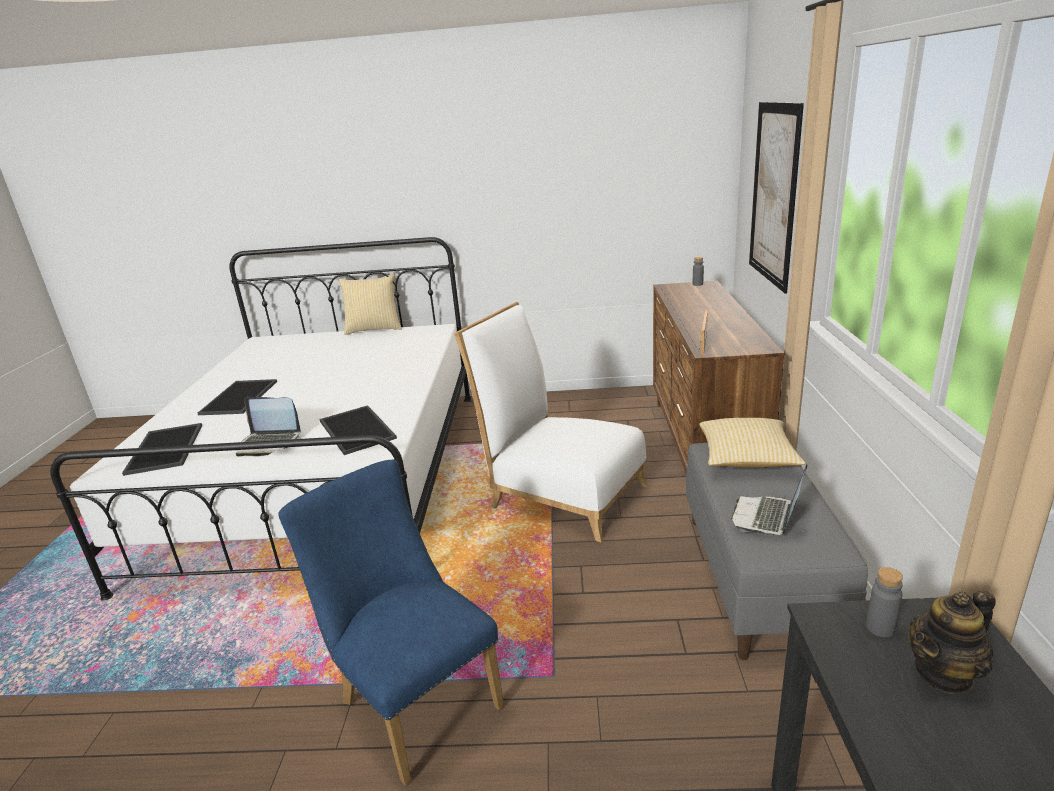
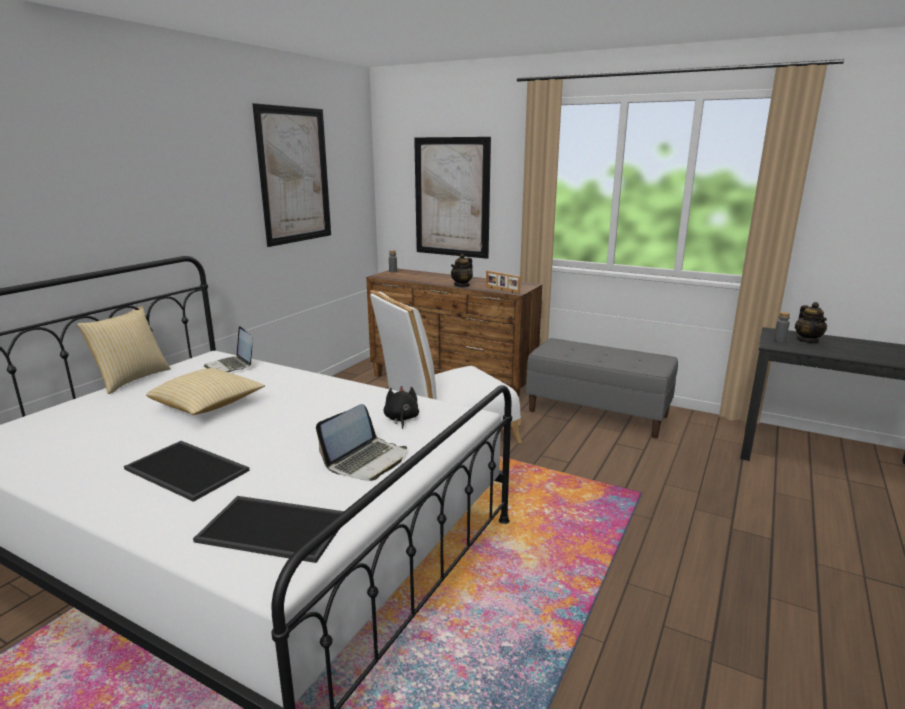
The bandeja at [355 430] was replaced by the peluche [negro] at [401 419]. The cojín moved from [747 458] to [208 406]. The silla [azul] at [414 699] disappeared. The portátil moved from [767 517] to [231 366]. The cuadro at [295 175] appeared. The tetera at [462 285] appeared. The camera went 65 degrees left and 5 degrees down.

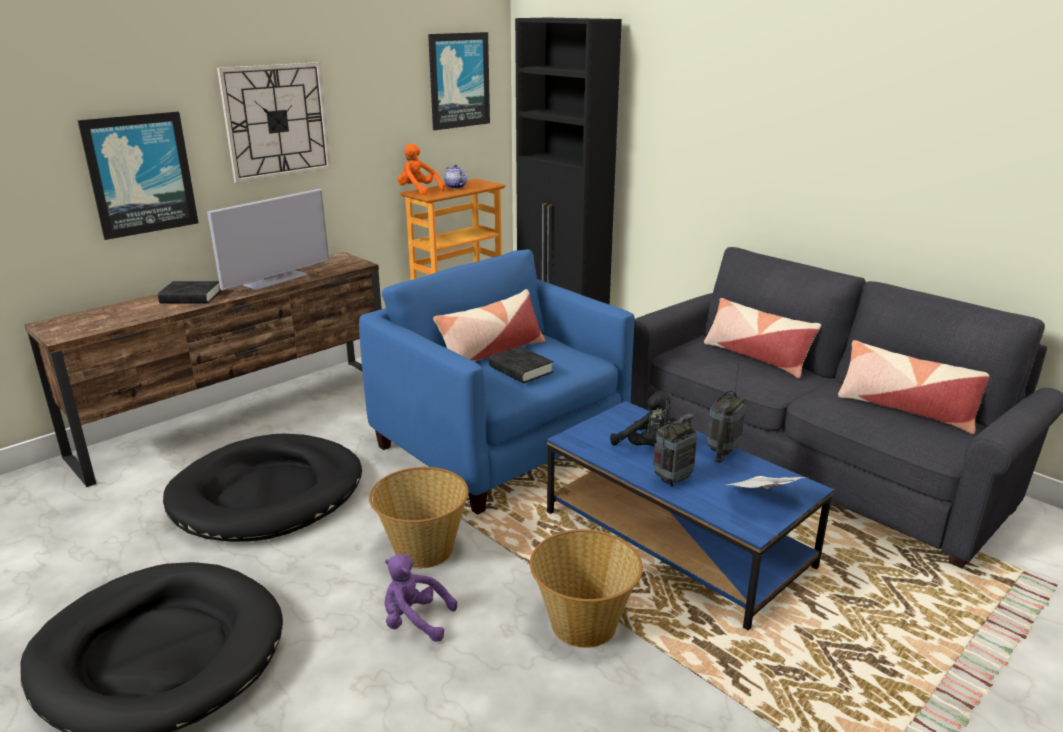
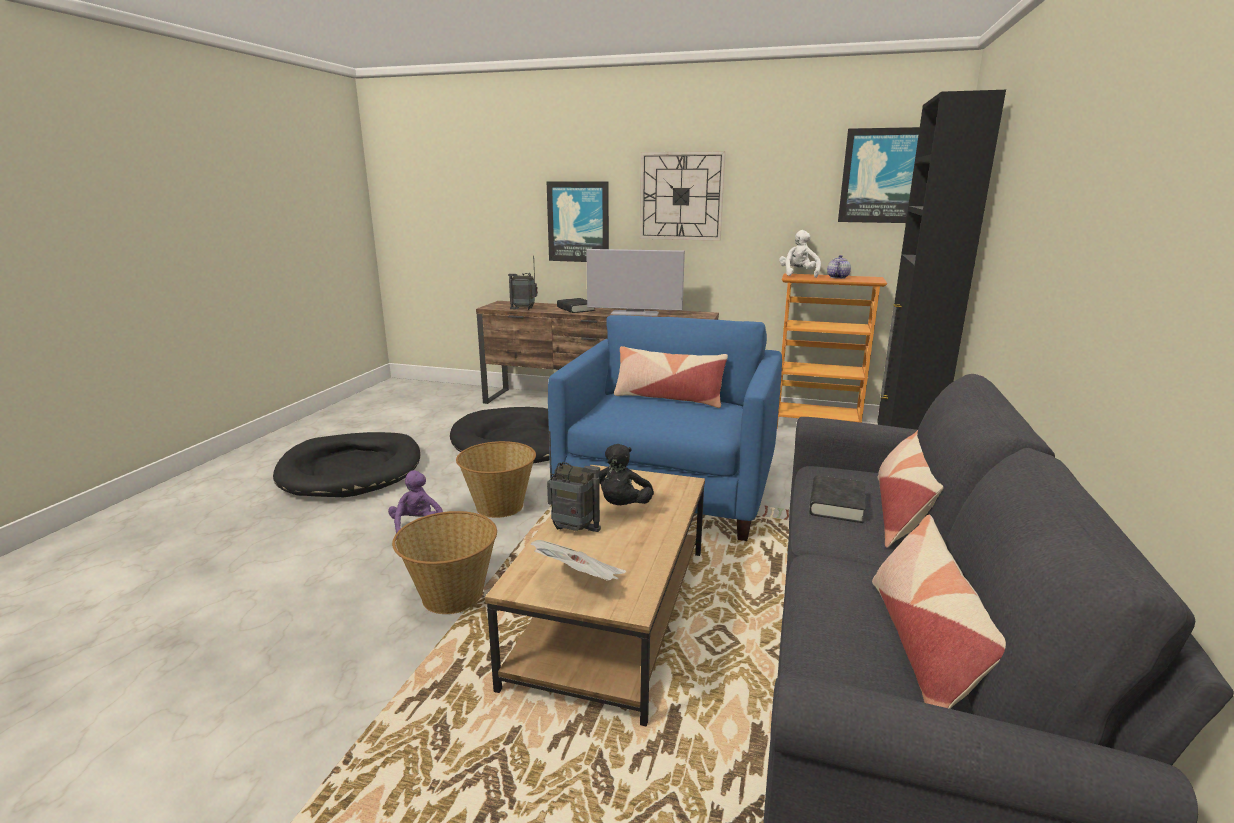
The peluche [naranja] at [418 191] became the peluche [blanco] at [798 275]. The libro [negro] moved from [520 370] to [836 504]. The radio moved from [722 452] to [524 309]. The mesa de centro [azul] at [676 539] became the mesa de centro [marrón] at [614 613]. The camera went 60 degrees right and 5 degrees down.

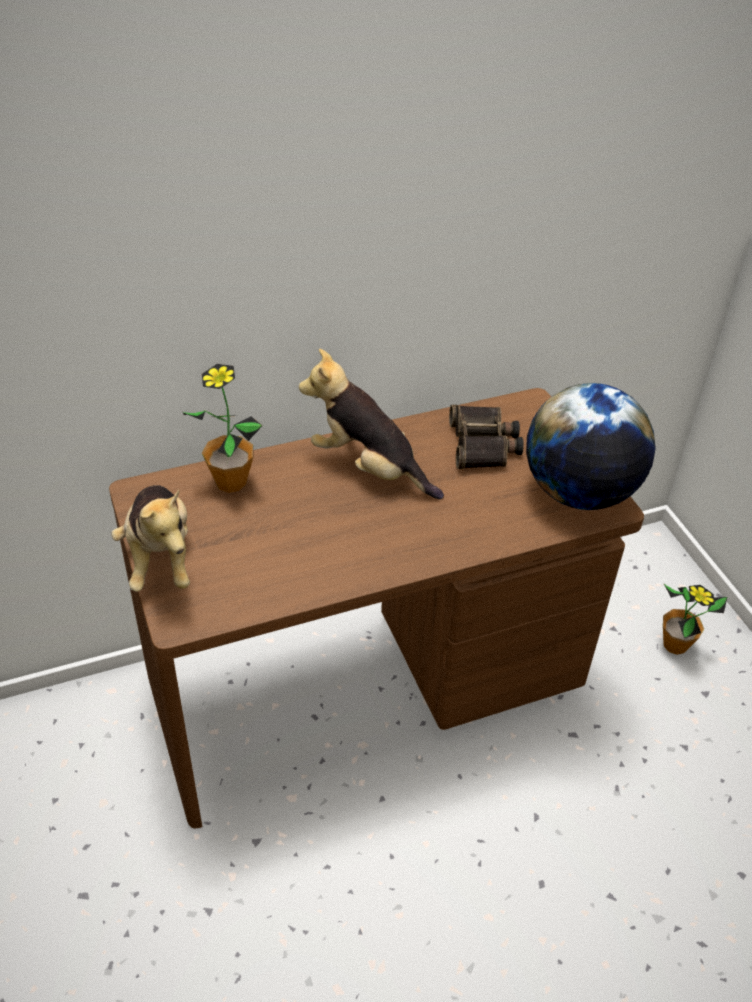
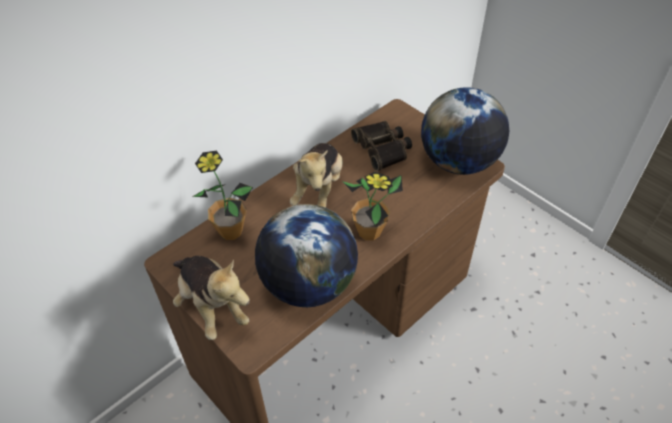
The peluche at [369 468] turned 90 degrees counterclockwise. The planta en maceta moved from [675 645] to [369 232]. The globo terráqueo at [308 284] appeared. The camera went 20 degrees left and 5 degrees up.

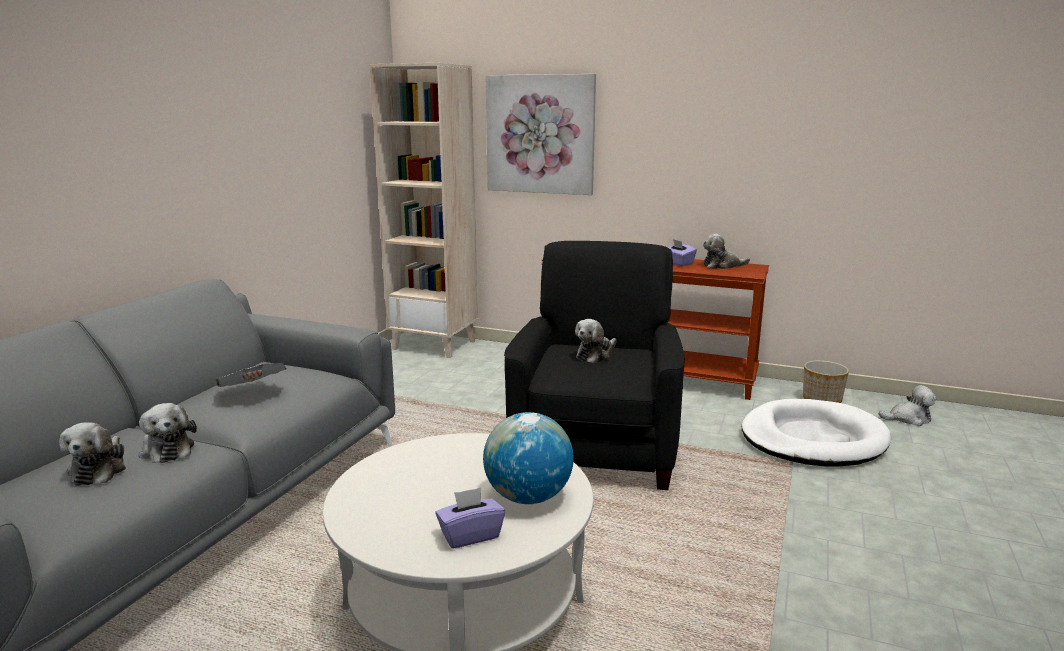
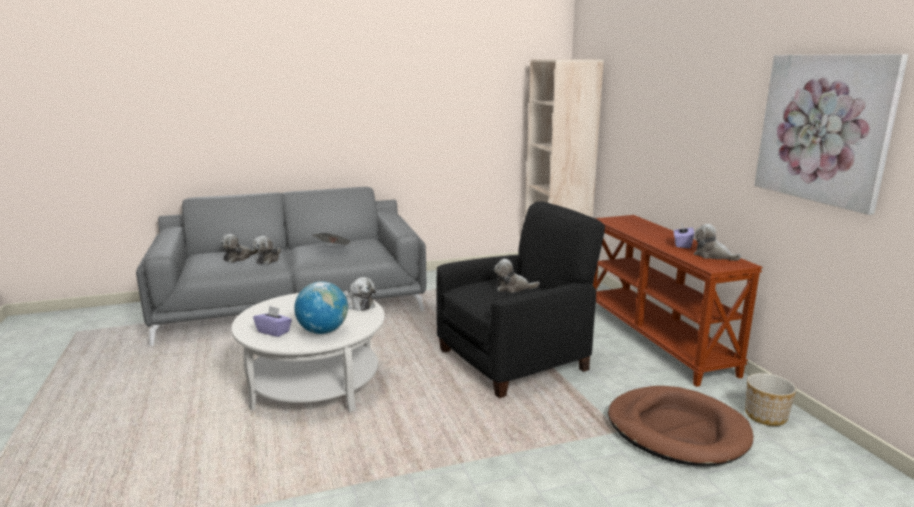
The cuadro moved from [540 134] to [823 129]. The peluche moved from [908 419] to [358 304]. The cama para perro [blanco] at [812 439] became the cama para perro [marrón] at [677 430]. The camera went 50 degrees right and 0 degrees up.

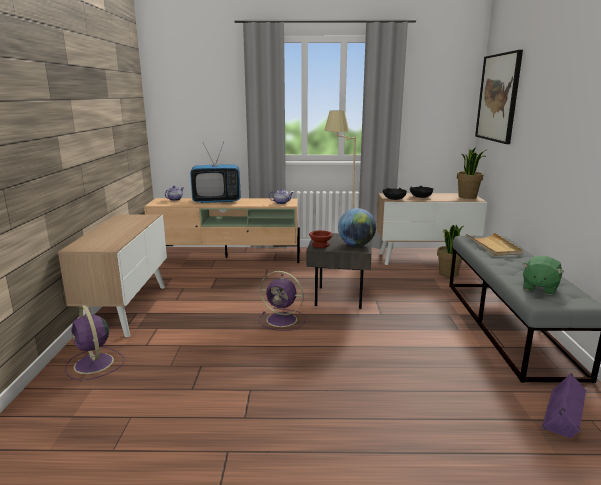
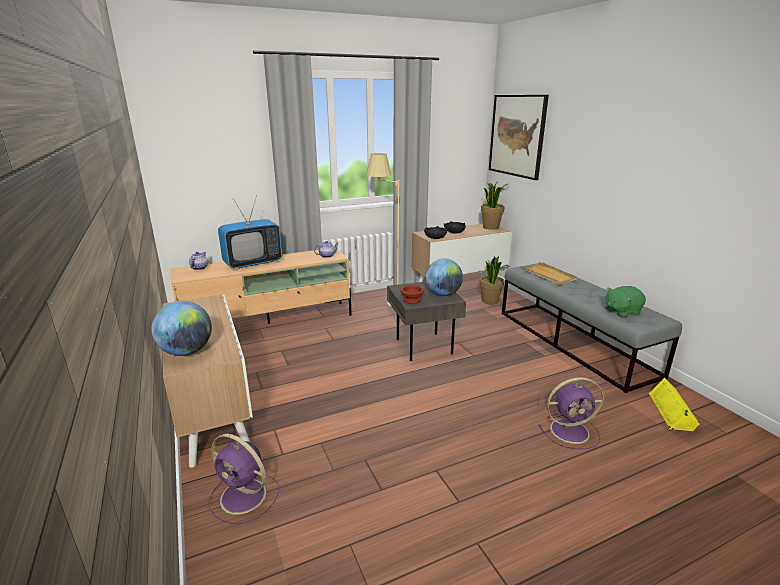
The peluche [verde] at [539 288] turned 60 degrees clockwise. The ventilador [morado] moved from [283 320] to [571 431]. The altavoz [morado] at [565 414] became the altavoz [amarillo] at [672 411]. The globo terráqueo at [187 352] appeared. The camera went 25 degrees left and 5 degrees up.

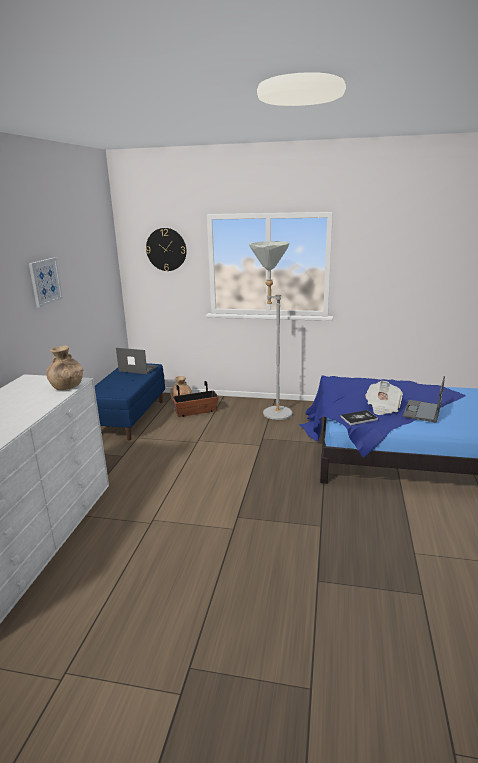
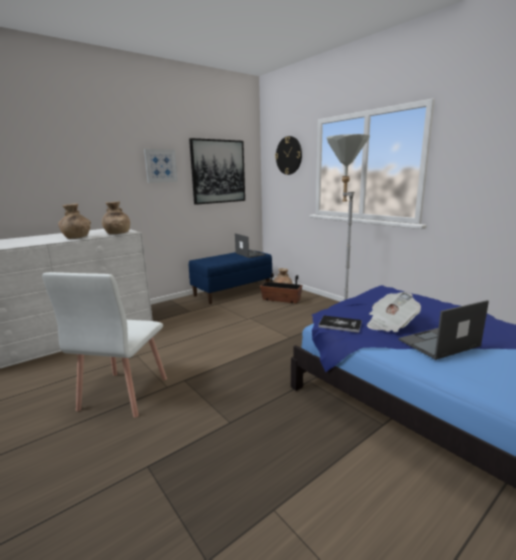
The cuadro at [218 171] appeared. The florero [marrón] at [76 237] appeared. The silla [blanco] at [123 394] appeared. The camera went 40 degrees right and 5 degrees down.

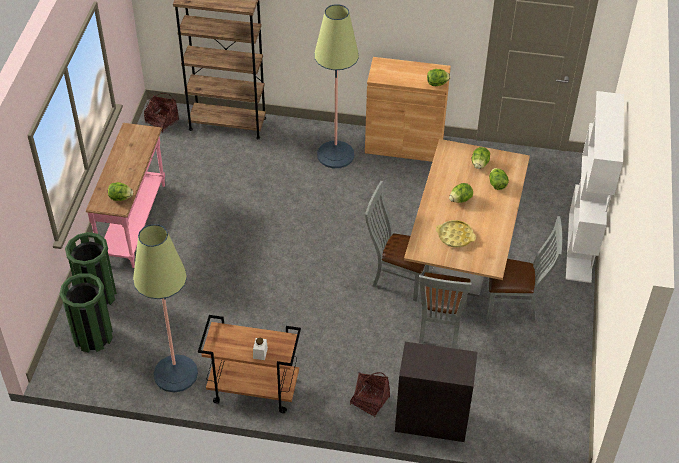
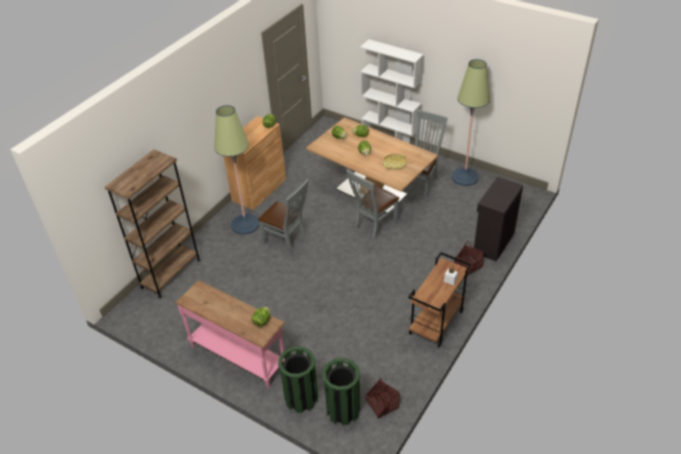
The cesta moved from [161 121] to [382 405]. The lámpara de pie moved from [175 374] to [465 177]. The silla [gris] moved from [440 329] to [287 241]. The camera went 65 degrees left and 5 degrees down.

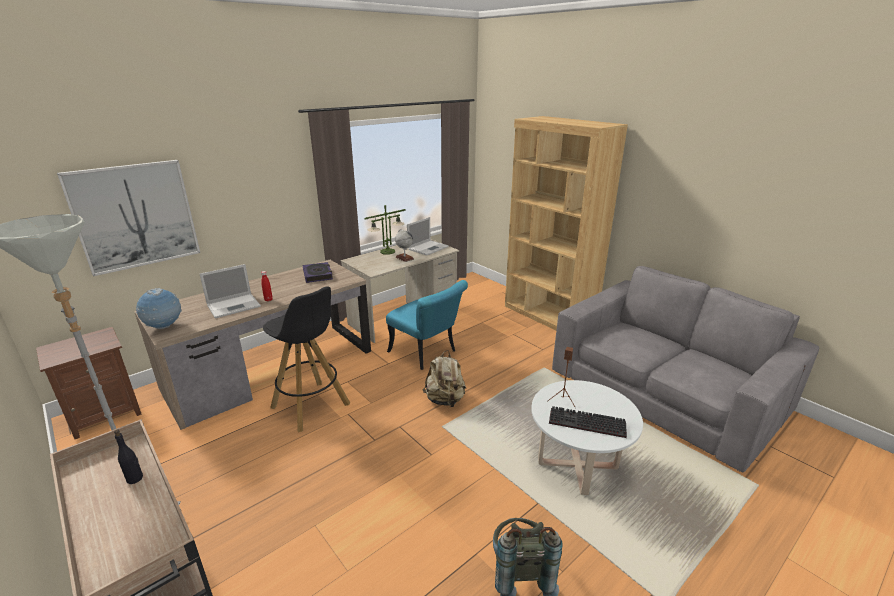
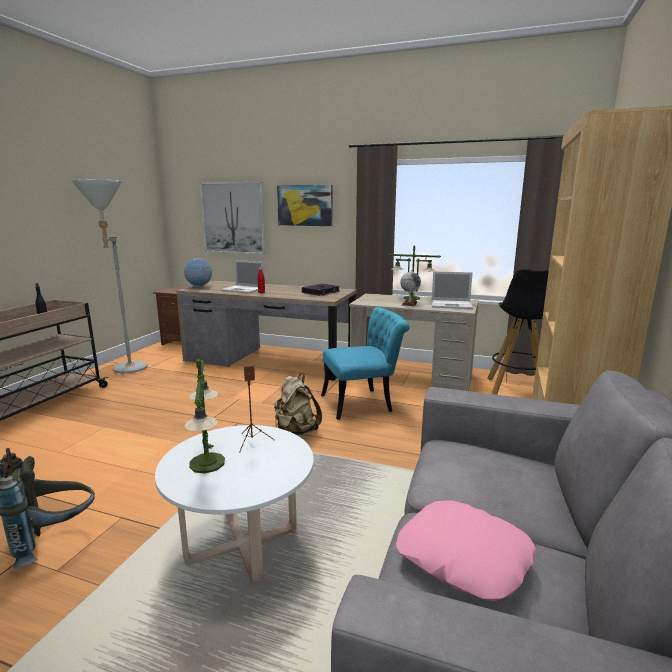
The silla [turquesa] at [427 353] turned 120 degrees counterclockwise. The taburete [negro] moved from [311 406] to [517 390]. The teclado at [585 424] was replaced by the lámpara de mesa at [207 464]. The cuadro at [305 205] appeared. The cojín [rosa] at [463 557] appeared. The camera went 60 degrees right and 10 degrees down.

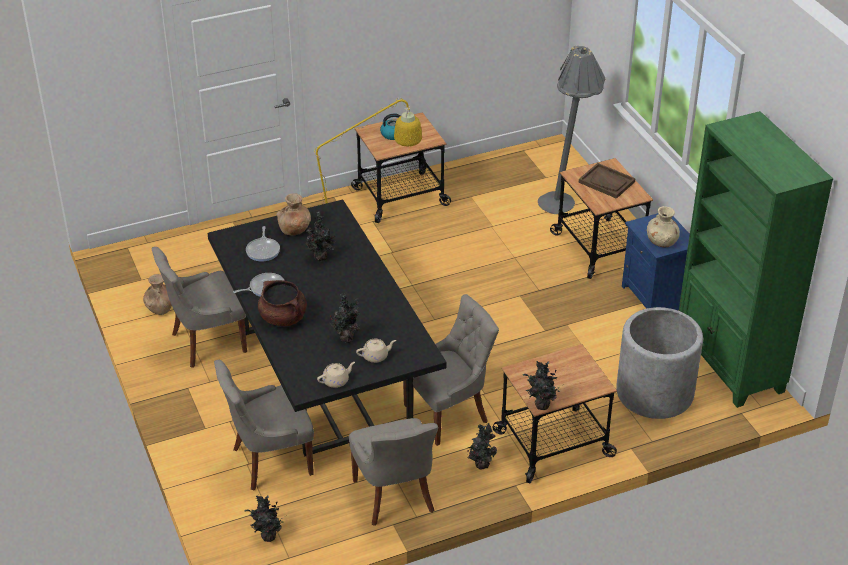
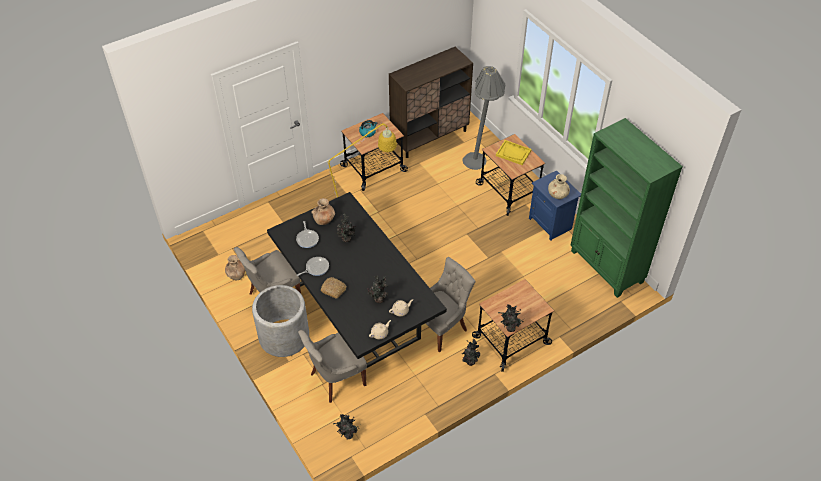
The bandeja [marrón] at [607 182] became the bandeja [amarillo] at [513 153]. The olla [marrón] at [283 318] was replaced by the pan at [334 290]. The maceta [gris] moved from [654 393] to [284 336]. The silla [gris] at [395 497] disappeared. The armario [marrón] at [430 136] appeared. The camera went 10 degrees left and 10 degrees up.

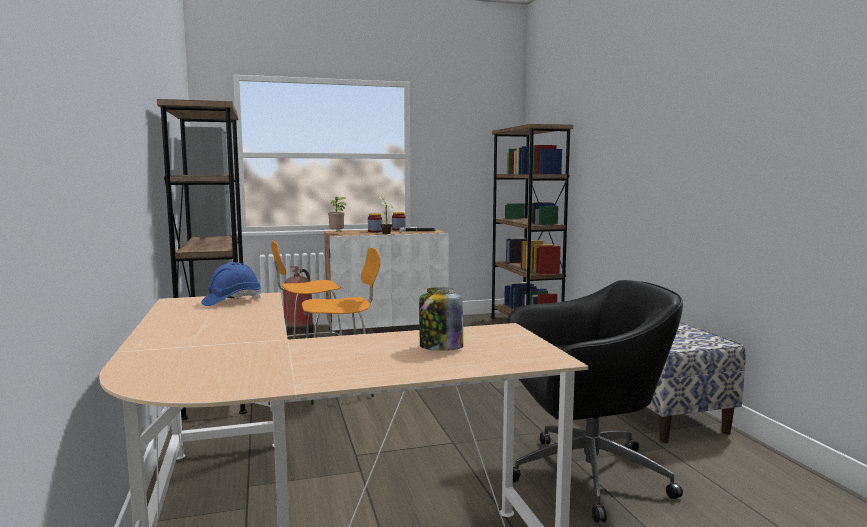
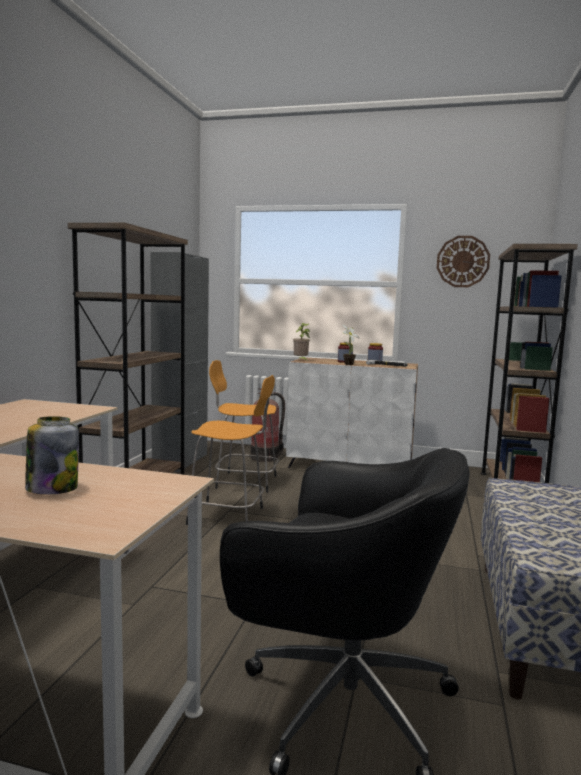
The casco [azul] at [232 301] disappeared. The reloj de pared at [463 261] appeared. The camera went 30 degrees right and 0 degrees up.

